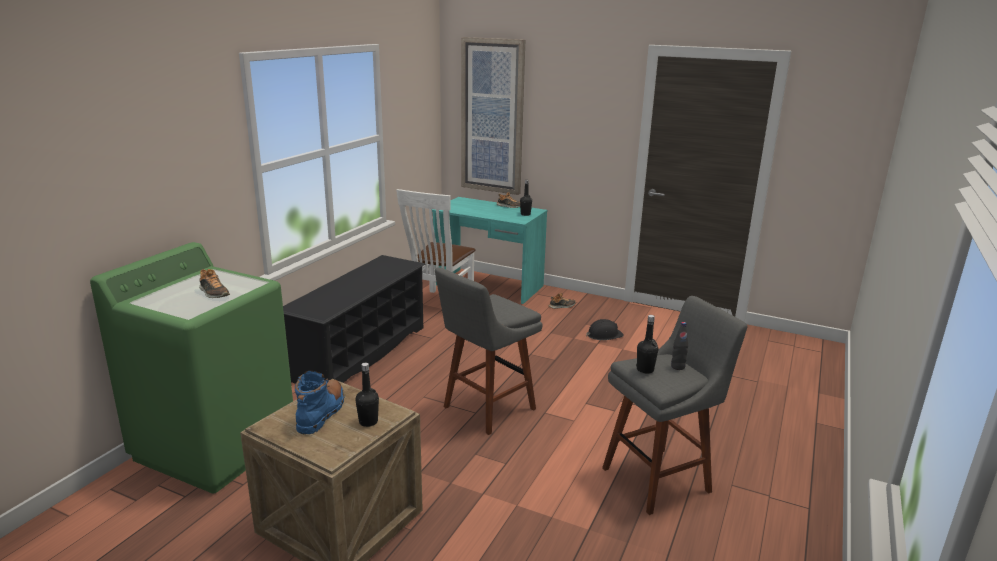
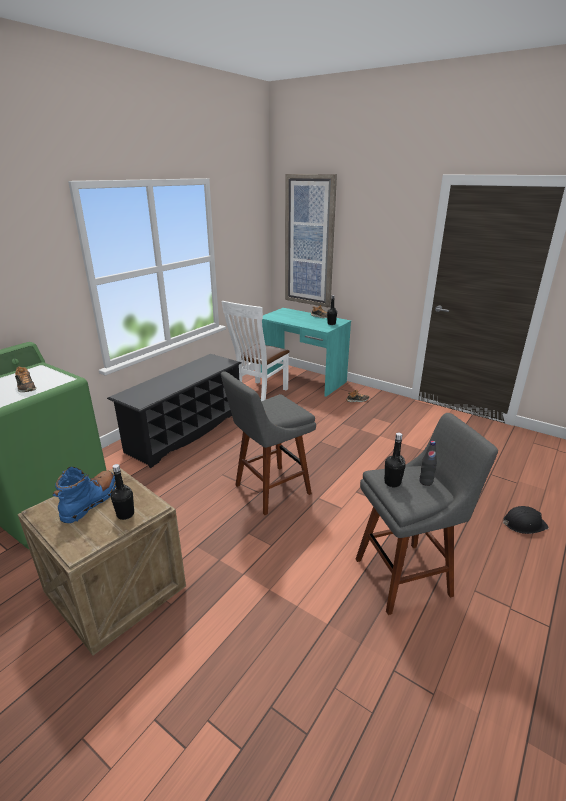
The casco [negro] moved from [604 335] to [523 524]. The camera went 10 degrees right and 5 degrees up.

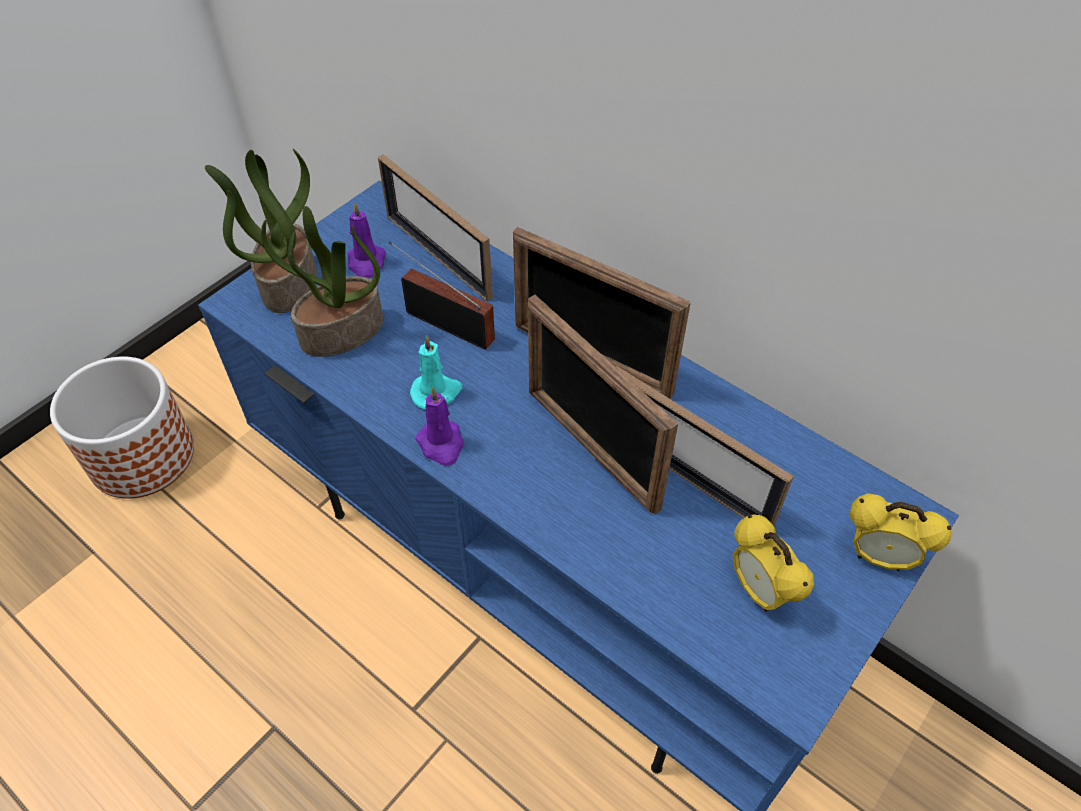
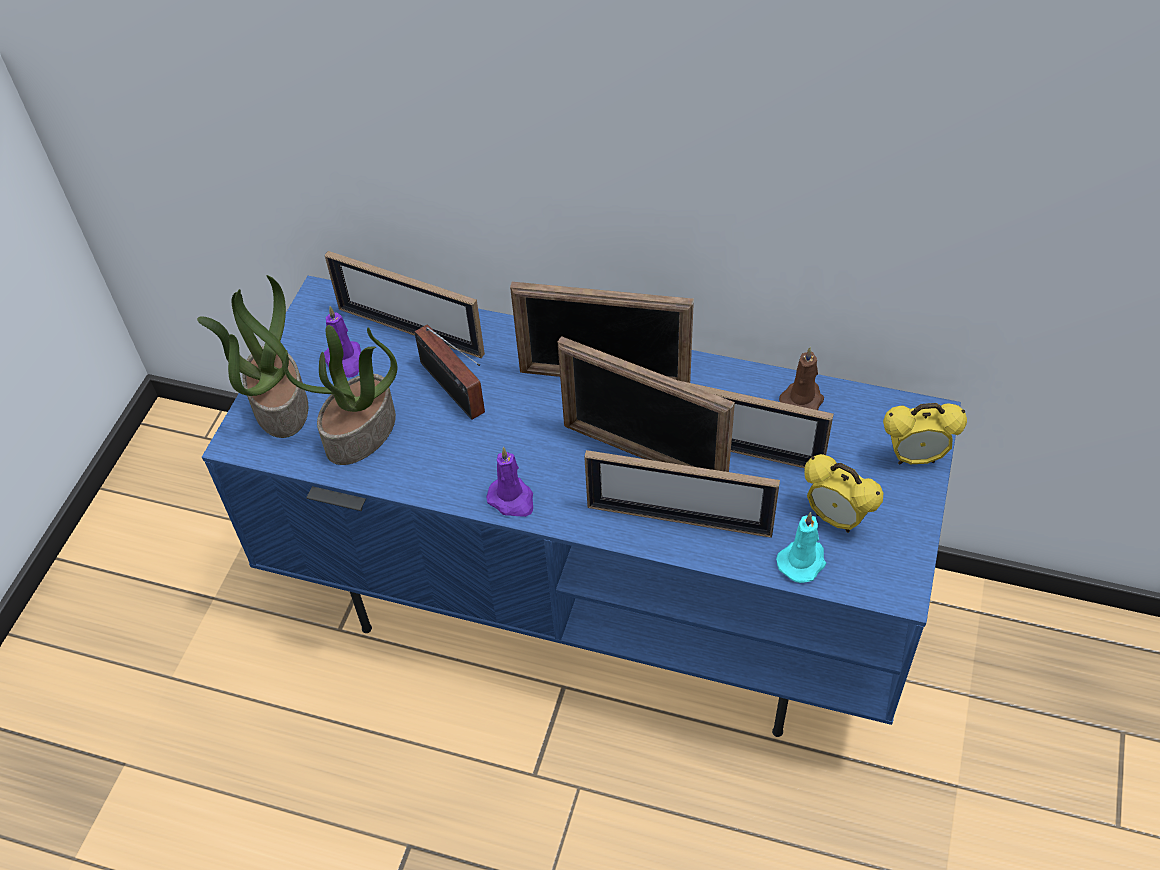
The radio at [446 323] turned 135 degrees counterclockwise. The vela [turquesa] moved from [437 392] to [803 561]. The maceta at [143 455] disappeared. The vela [marrón] at [802 399] appeared. The portarretratos at [679 519] appeared. The camera went 20 degrees left and 0 degrees up.

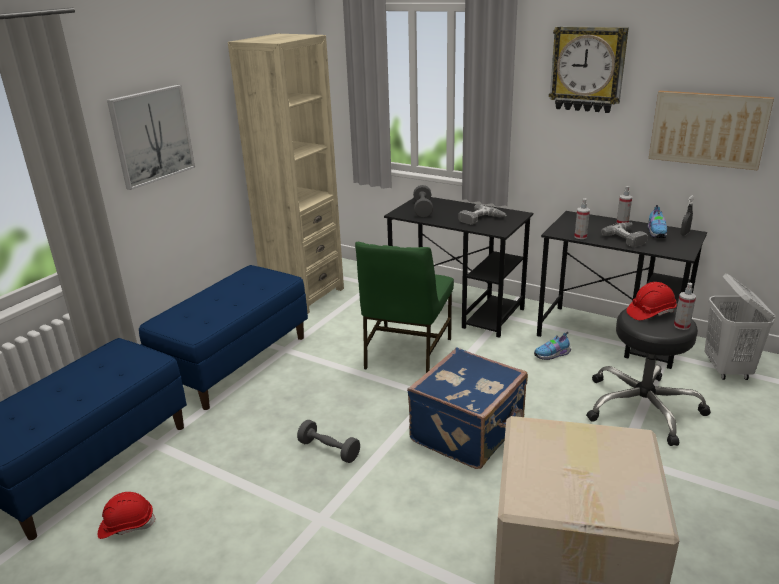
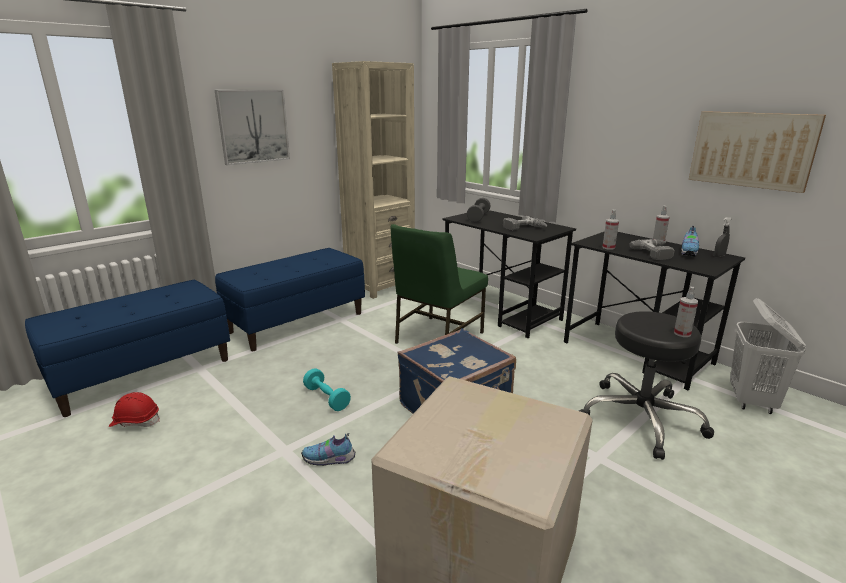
The reloj de pared at [587 69] disappeared. The casco [rojo] at [650 312] disappeared. The zapato moved from [553 355] to [330 460]. The mancuerna [gris] at [329 450] became the mancuerna [turquesa] at [327 398]. The camera went 15 degrees right and 5 degrees down.

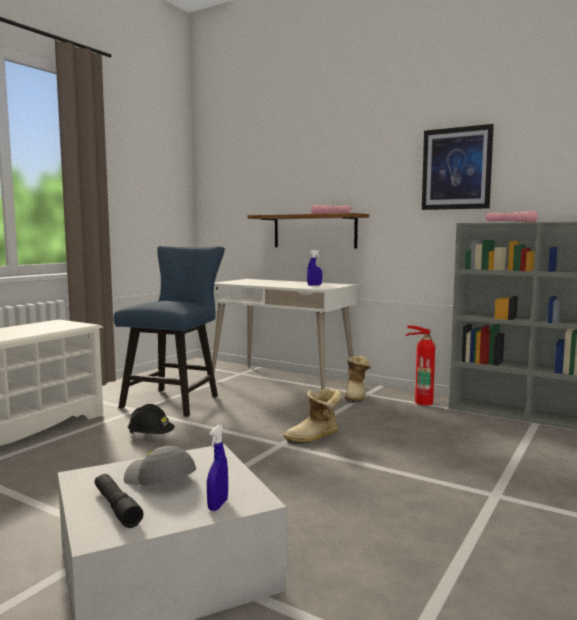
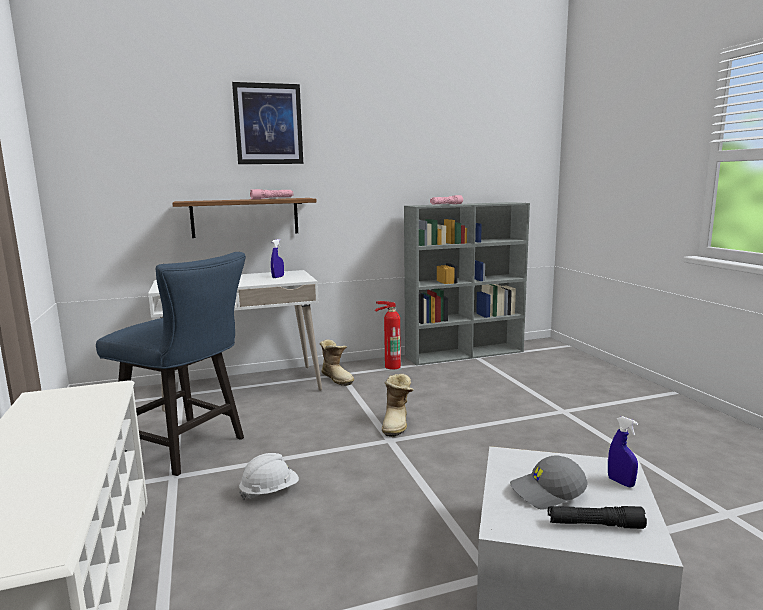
The cuadro moved from [456 168] to [268 124]. The silla [azul] at [175 400] turned 150 degrees clockwise. The casco [negro] at [151 436] became the casco [blanco] at [270 491]. The camera went 50 degrees left and 5 degrees up.

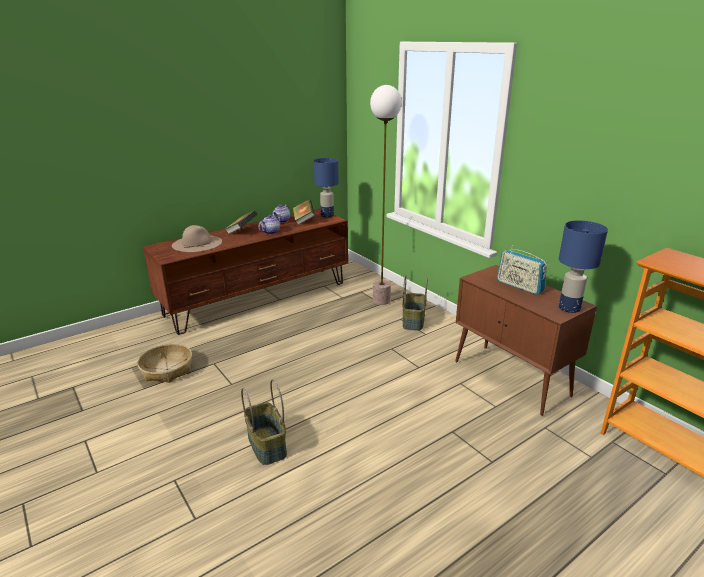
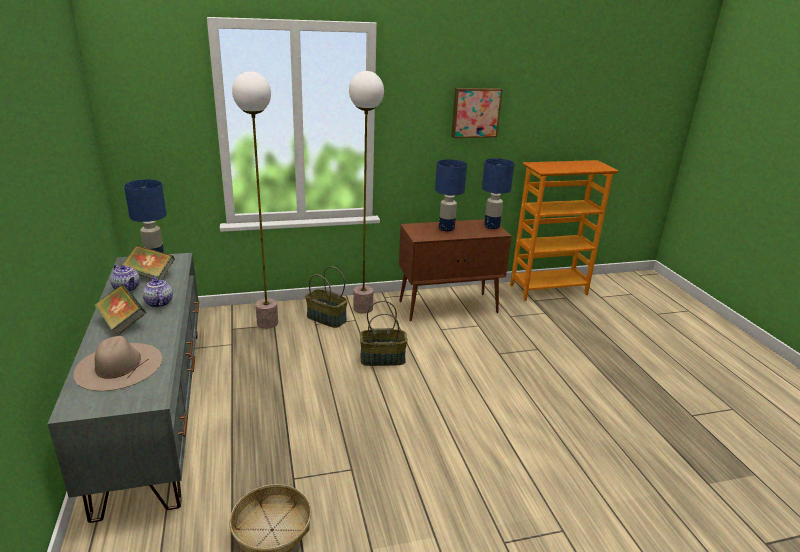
The mueble de televisión [marrón] at [258 298] became the mueble de televisión [gris] at [154 407]. The radio at [519 286] was replaced by the lámpara de mesa [azul] at [446 228]. The cesta moved from [268 445] to [383 358]. The lámpara de pie at [363 308] appeared. The cuadro at [475 112] appeared. The camera went 70 degrees left and 0 degrees up.

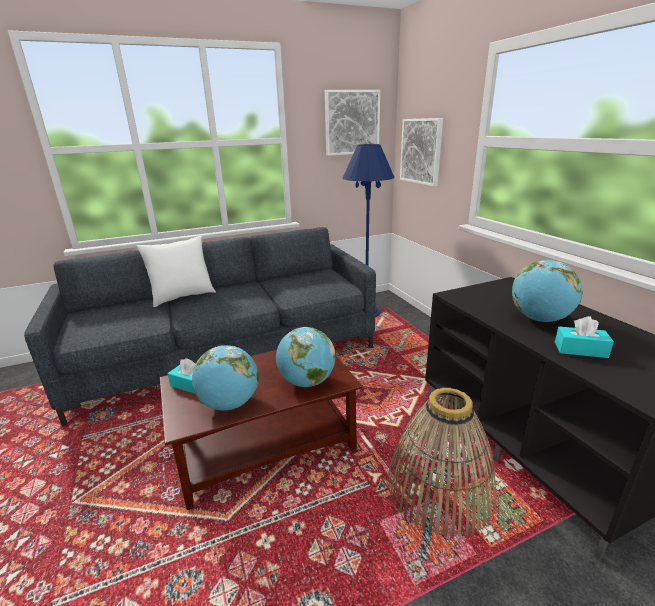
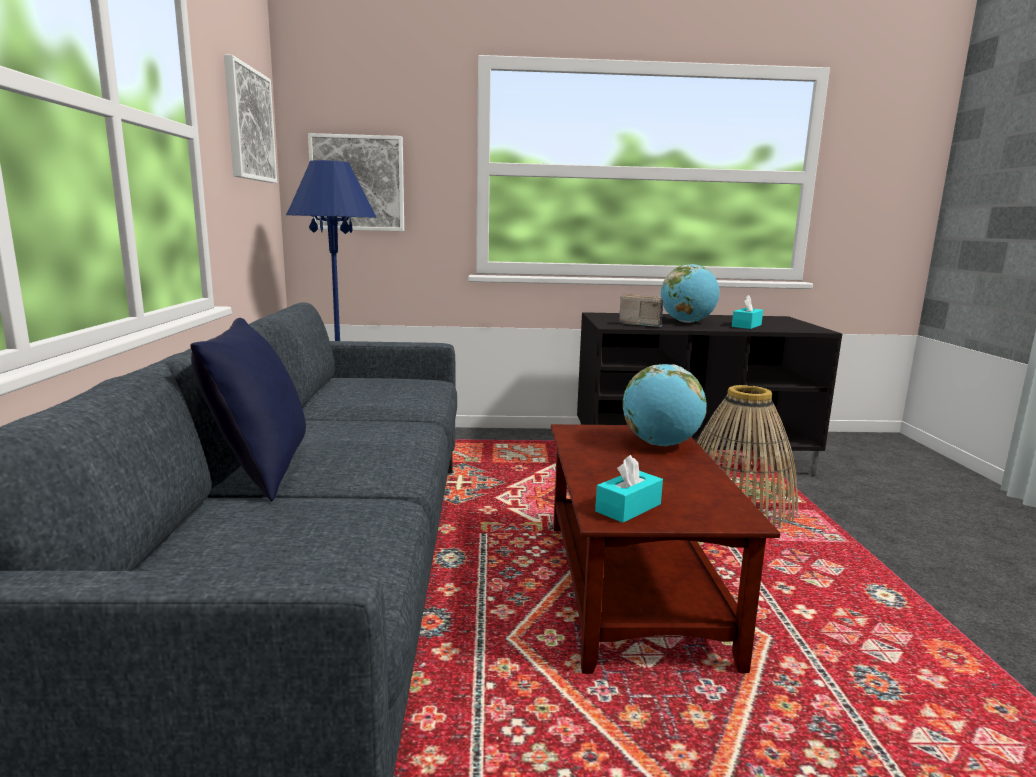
The cojín [blanco] at [182 297] became the cojín [azul] at [260 472]. The globo terráqueo at [230 404] disappeared. The radio at [641 324] appeared. The camera went 70 degrees left and 10 degrees down.

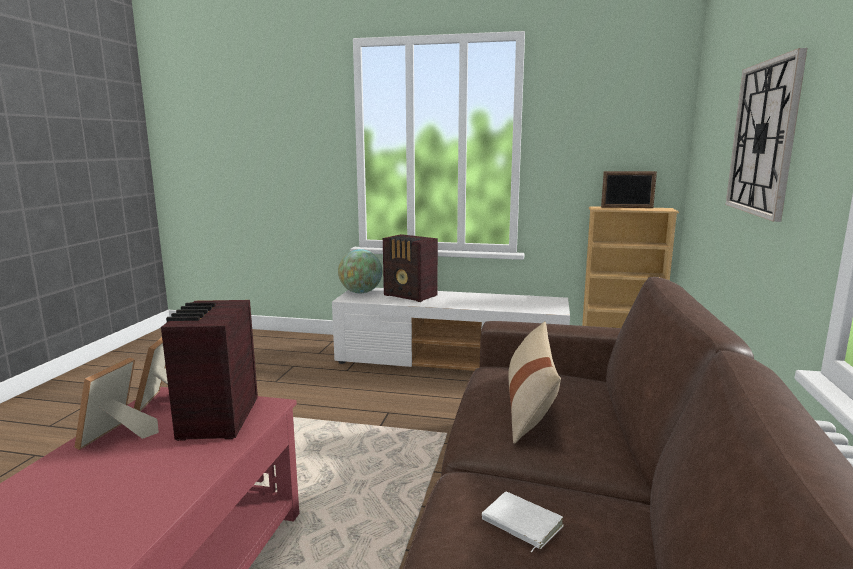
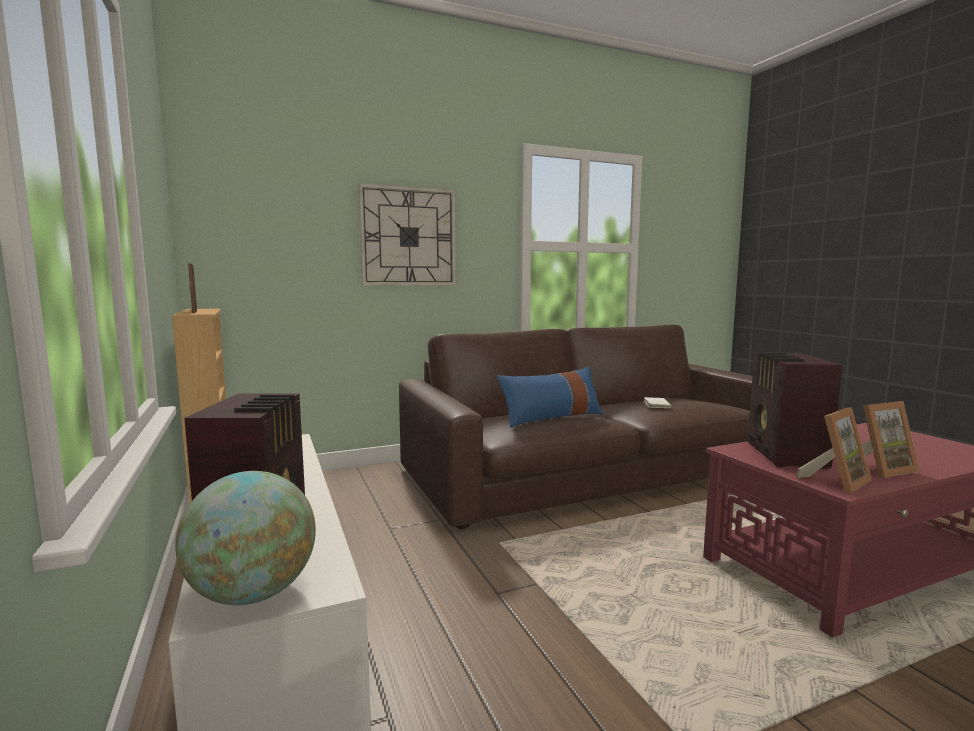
The radio at [216 419] turned 135 degrees clockwise. The cojín [beis] at [529 405] became the cojín [azul] at [551 417]. The camera went 125 degrees left and 5 degrees down.

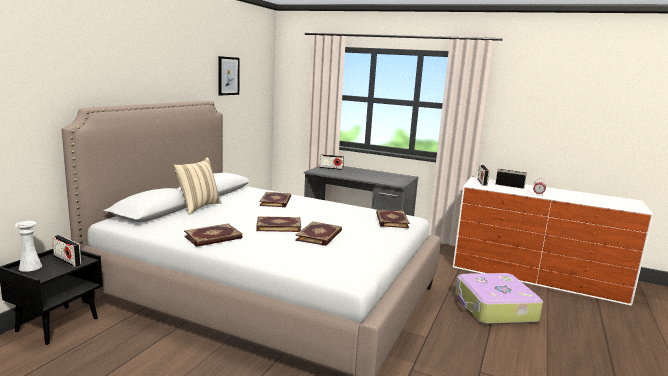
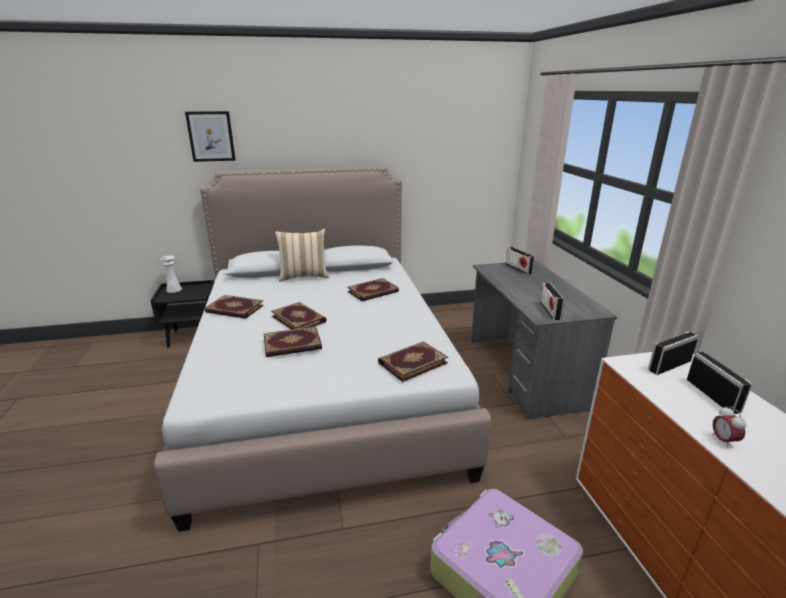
The cuadro moved from [228 76] to [211 136]. The radio moved from [67 260] to [550 311]. The camera went 55 degrees right and 10 degrees up.

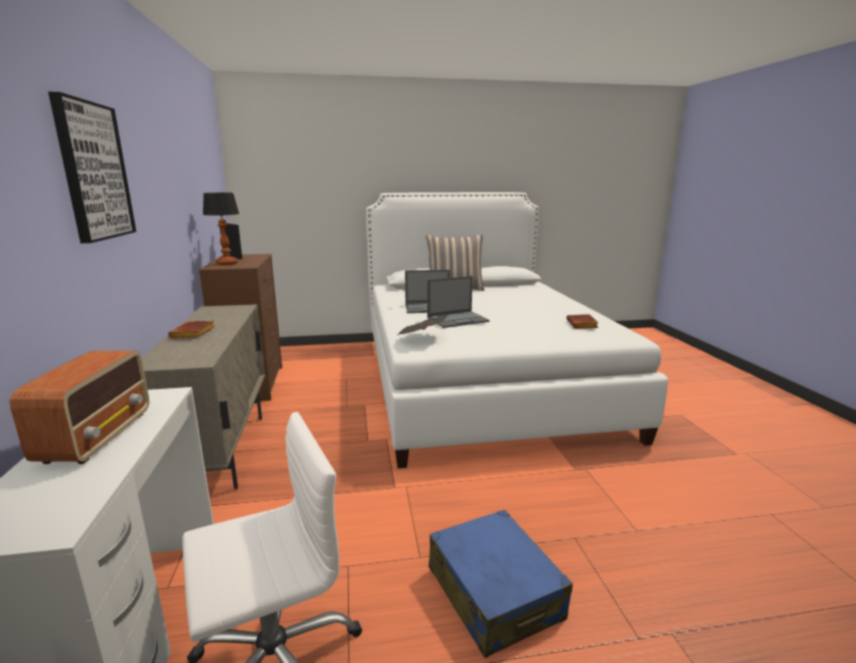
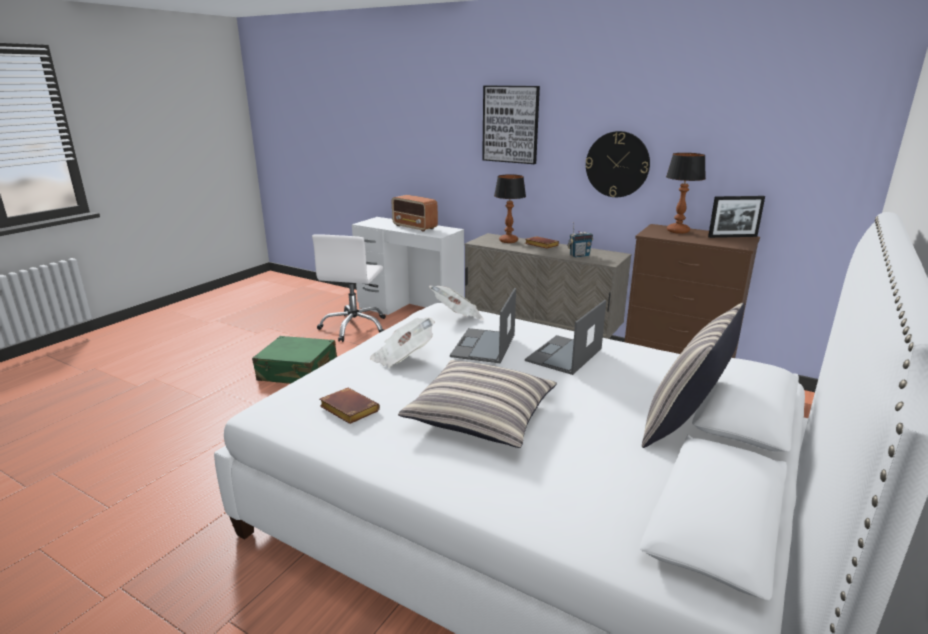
The maleta [azul] at [494 593] became the maleta [verde] at [298 372]. The reloj de pared at [617 164] appeared. The lámpara de mesa at [508 241] appeared. The radio at [579 255] appeared. The periódico at [403 357] appeared. The cojín at [481 415] appeared. The camera went 130 degrees right and 5 degrees up.

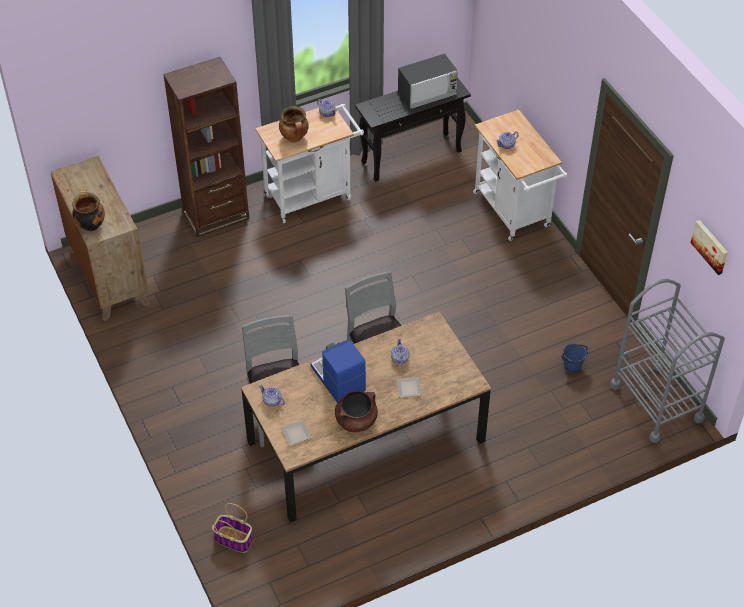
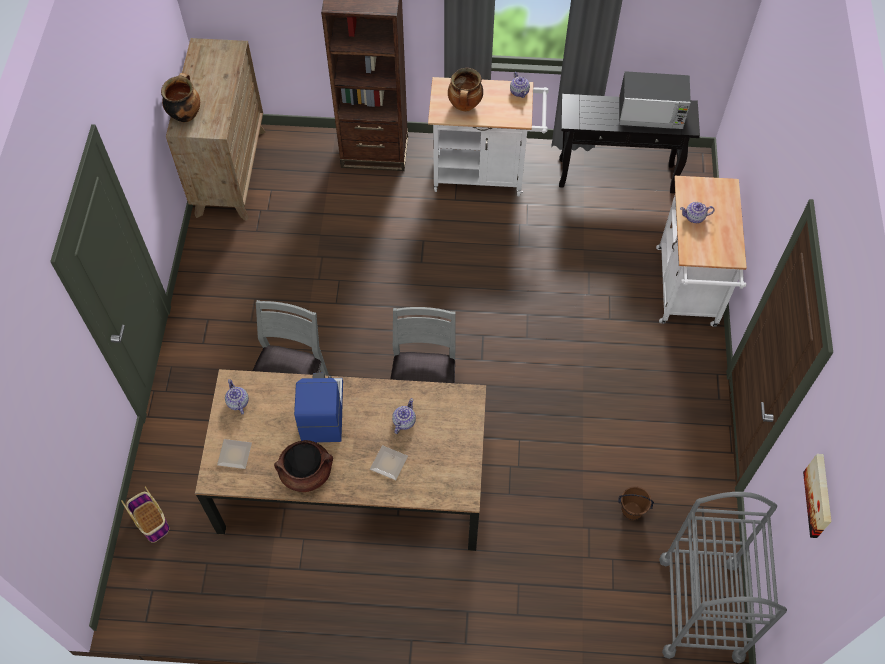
The cubo [azul] at [572 367] became the cubo [marrón] at [631 511]. The camera went 30 degrees right and 10 degrees up.

